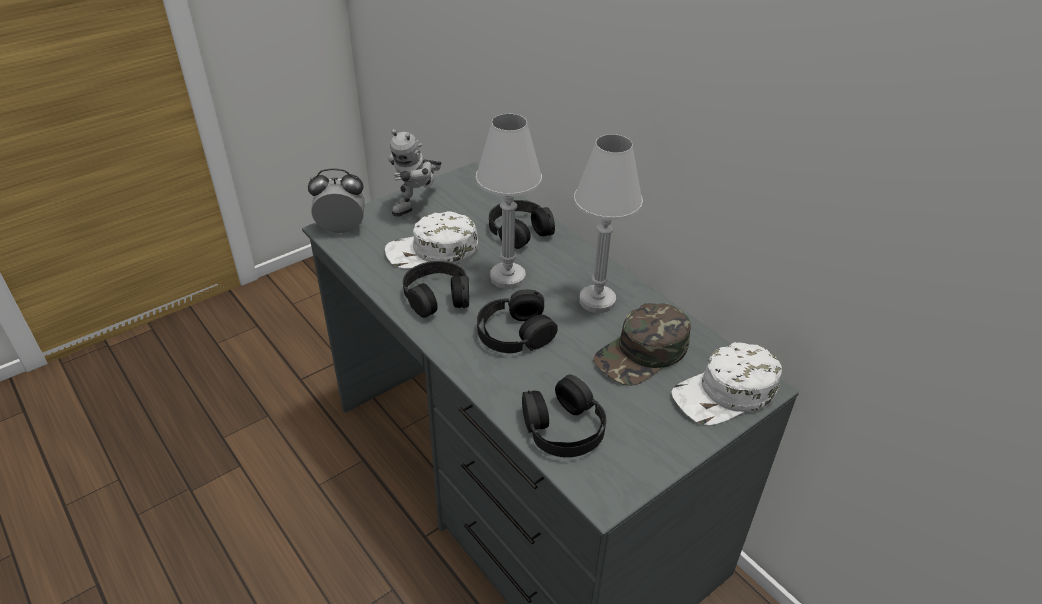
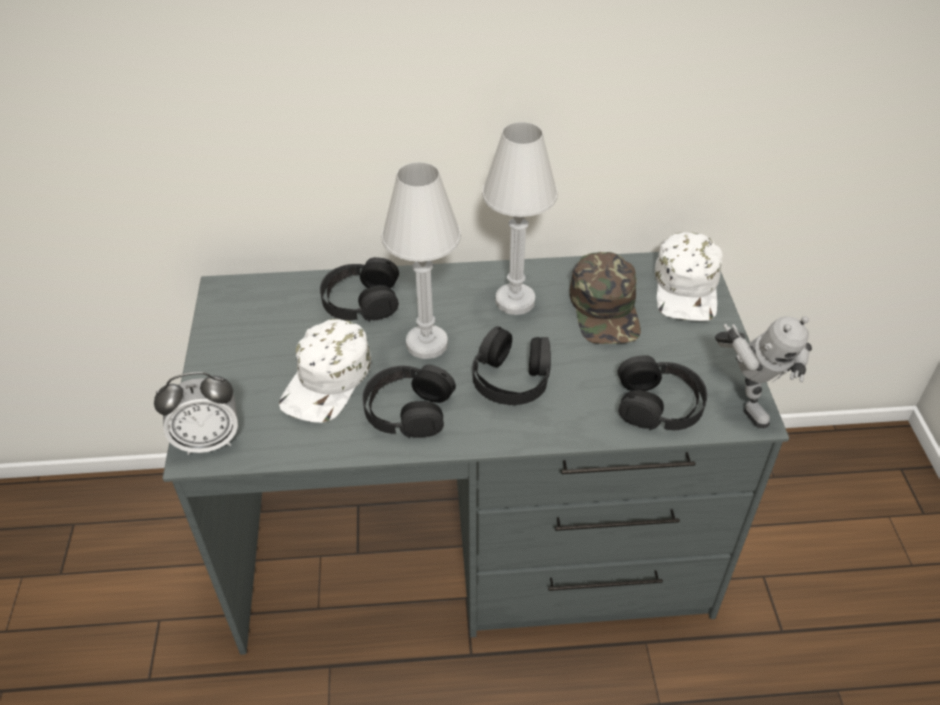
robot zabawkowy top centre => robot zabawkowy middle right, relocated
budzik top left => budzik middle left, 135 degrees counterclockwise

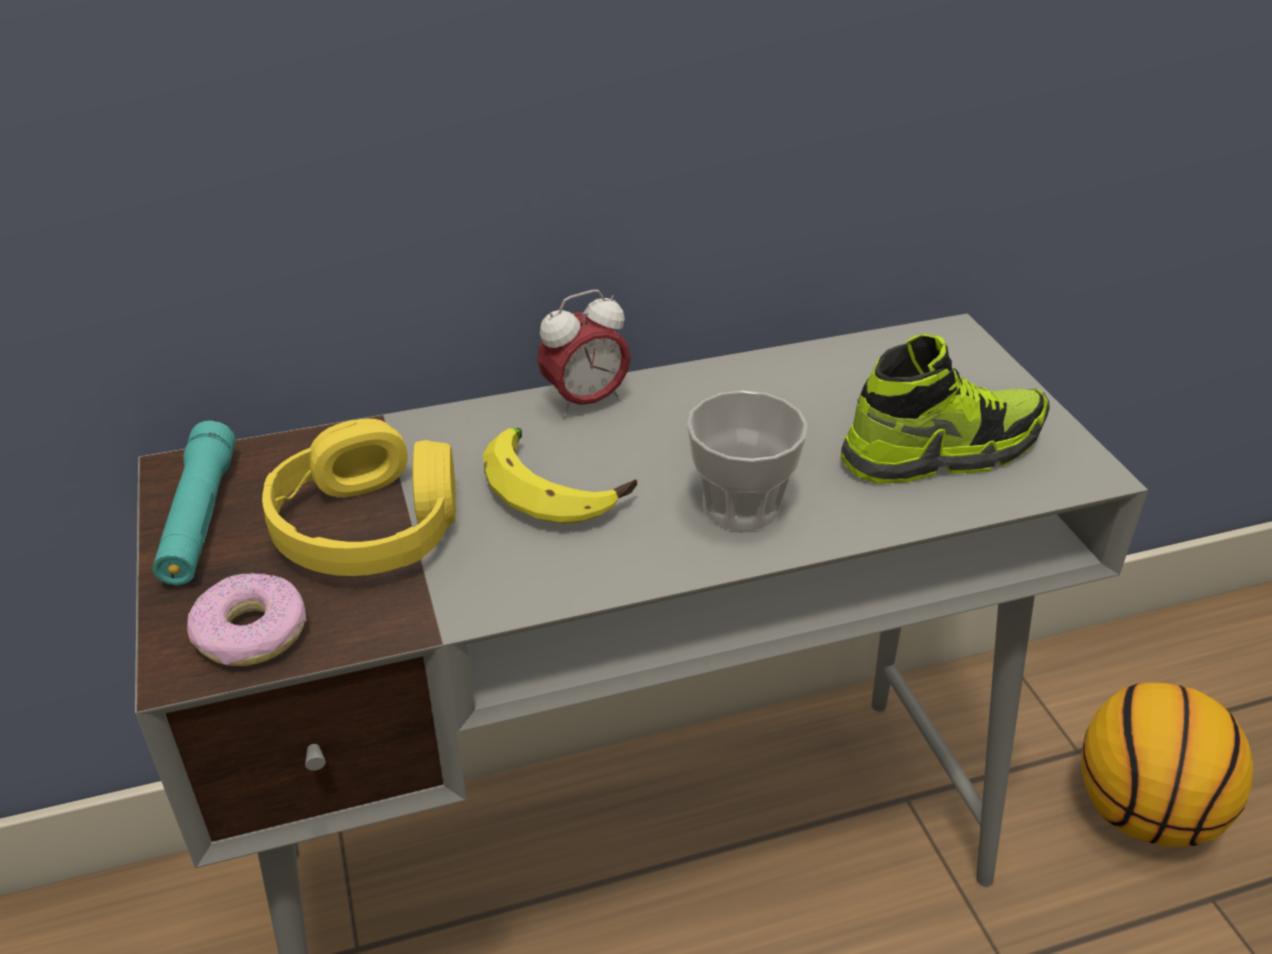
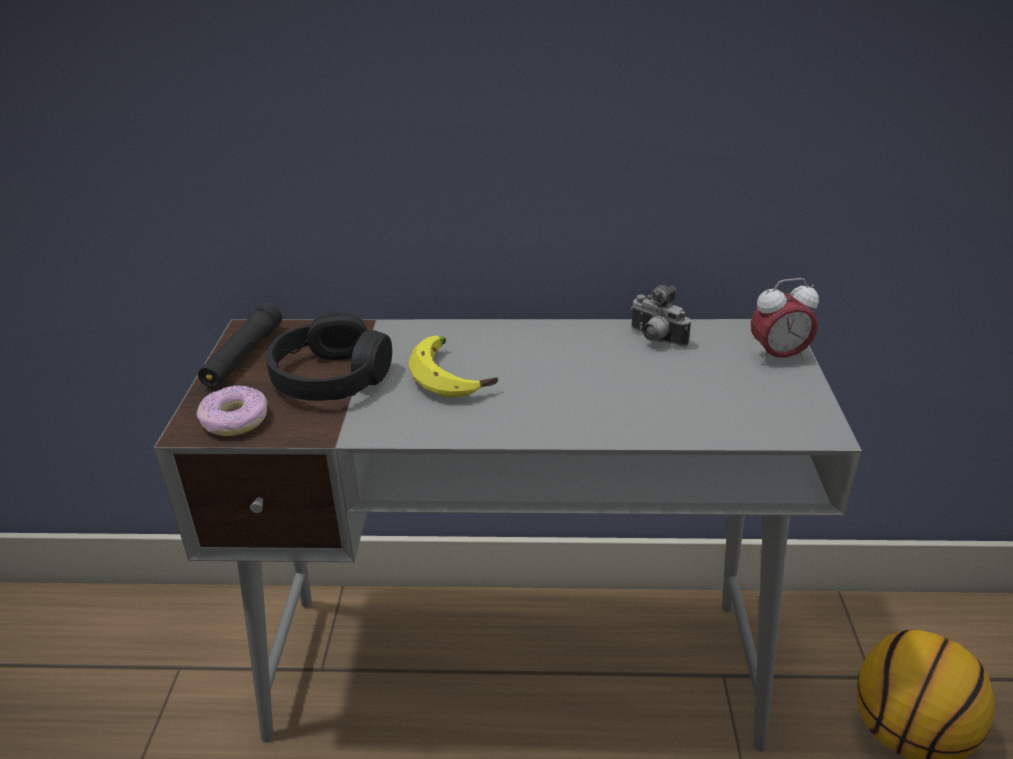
budzik centre => budzik middle right, relocated
but middle right => nothing
filiżanka centre => nothing
słuchawki/żółty middle left => słuchawki/czarny middle left
latarka/turkusowy middle left => latarka/czarny middle left
nothing => aparat fotograficzny centre

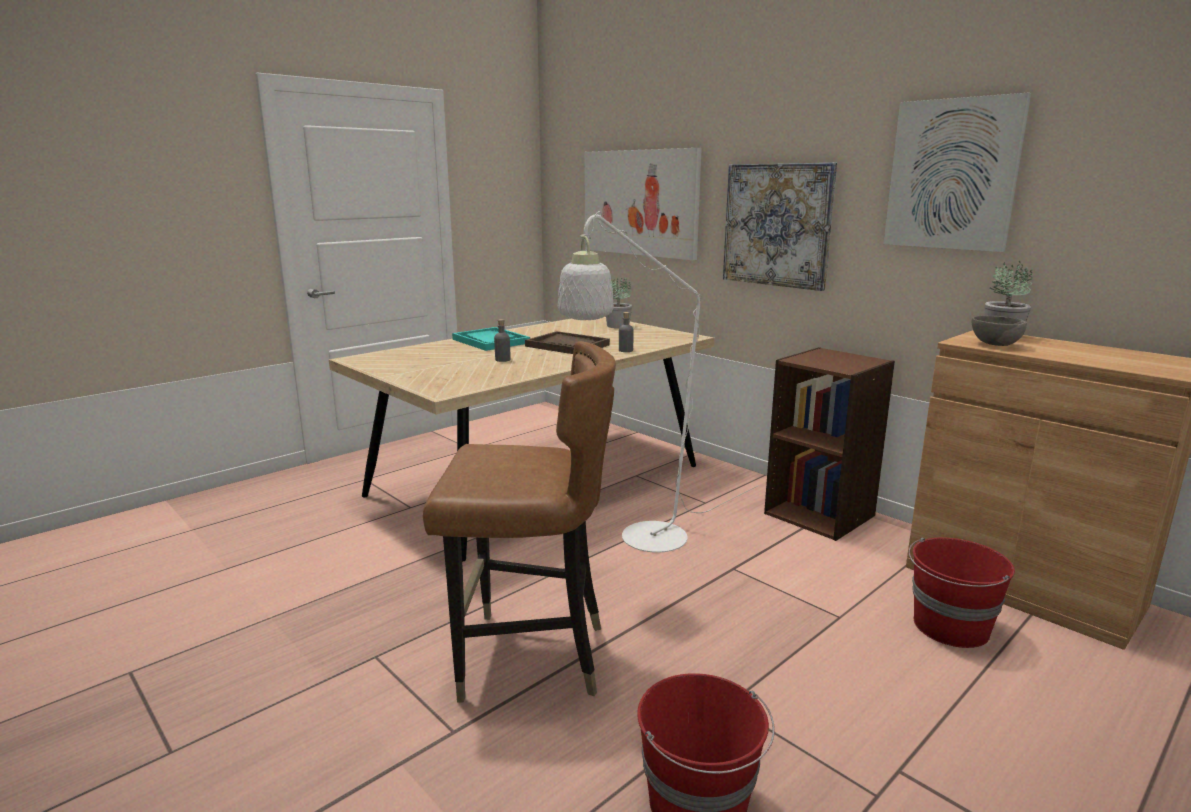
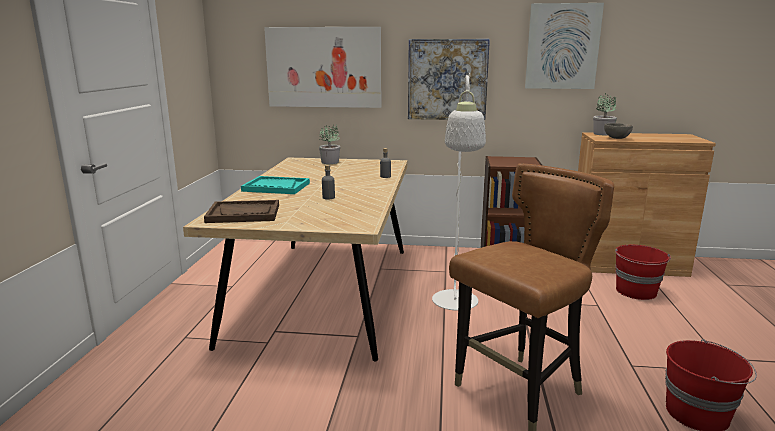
taca/brązowy centre => taca/brązowy middle left, relocated

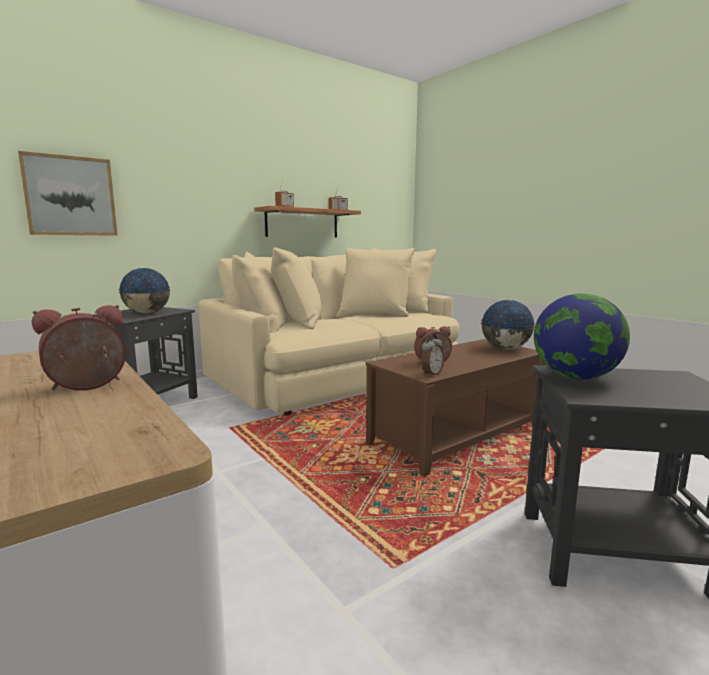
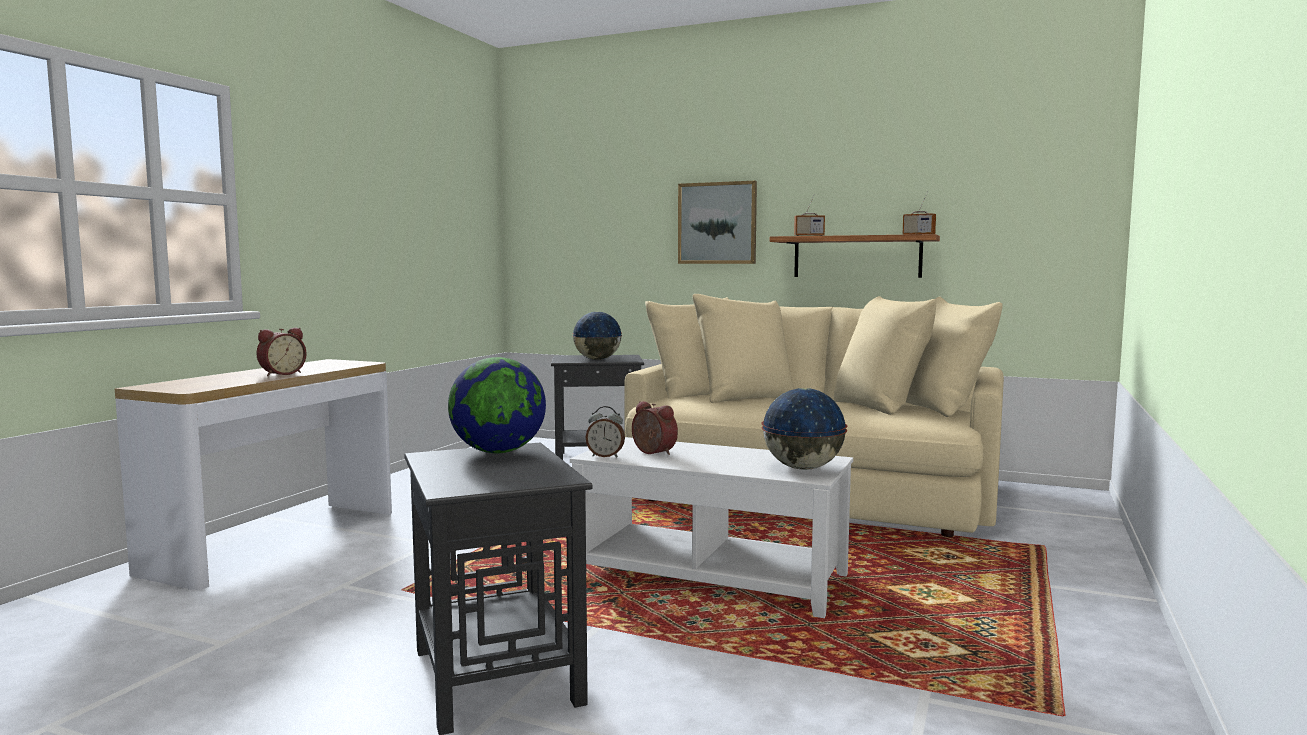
obraz top left => obraz top centre, relocated
budzik (no. 1 from left) middle left, 105 degrees clockwise
ława/brązowy centre => ława/biały bottom centre

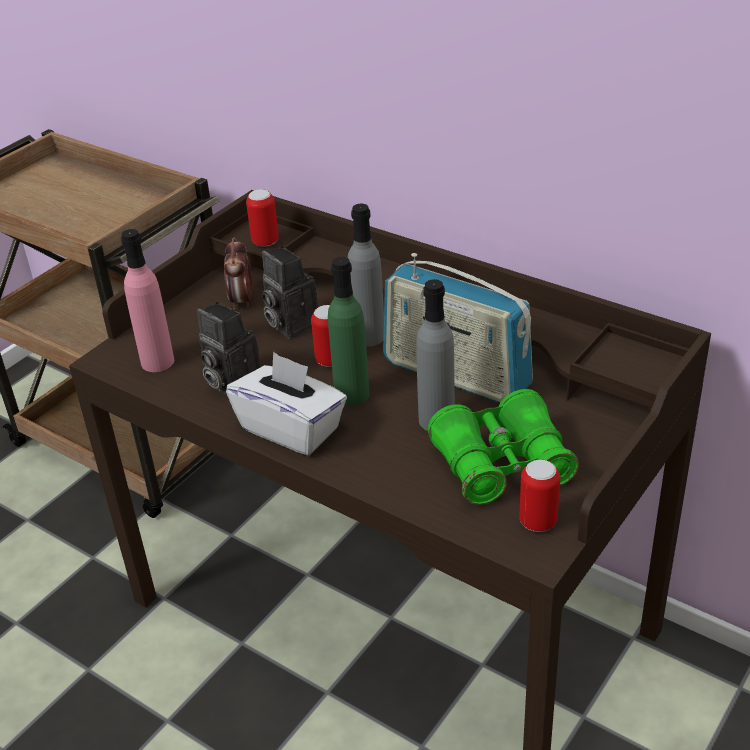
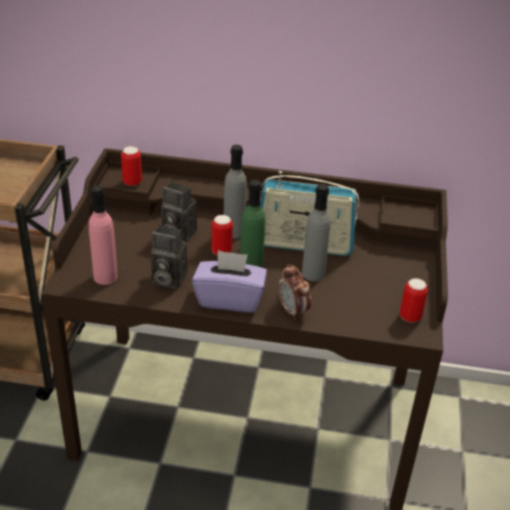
budzik middle left => budzik centre, relocated
pudełko chusteczek/biały centre => pudełko chusteczek/fioletowy centre
lornetka/zielony middle right => nothing

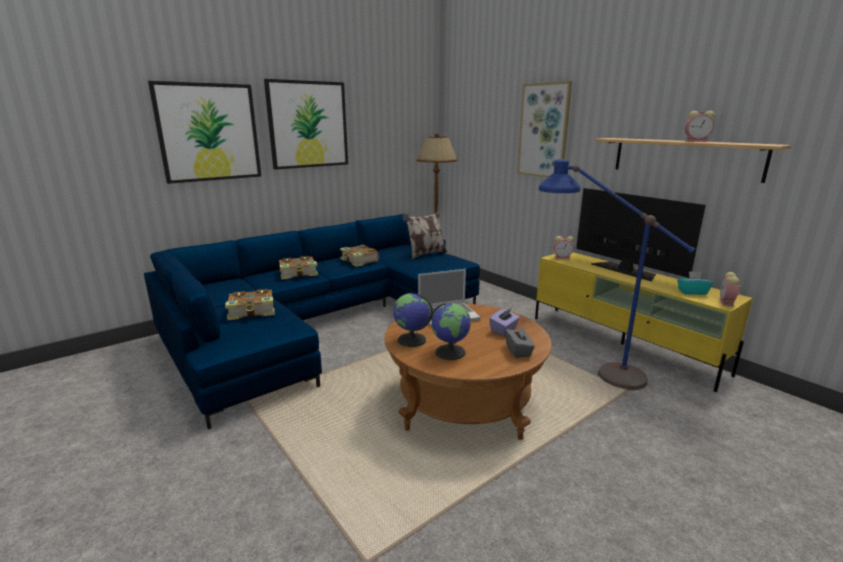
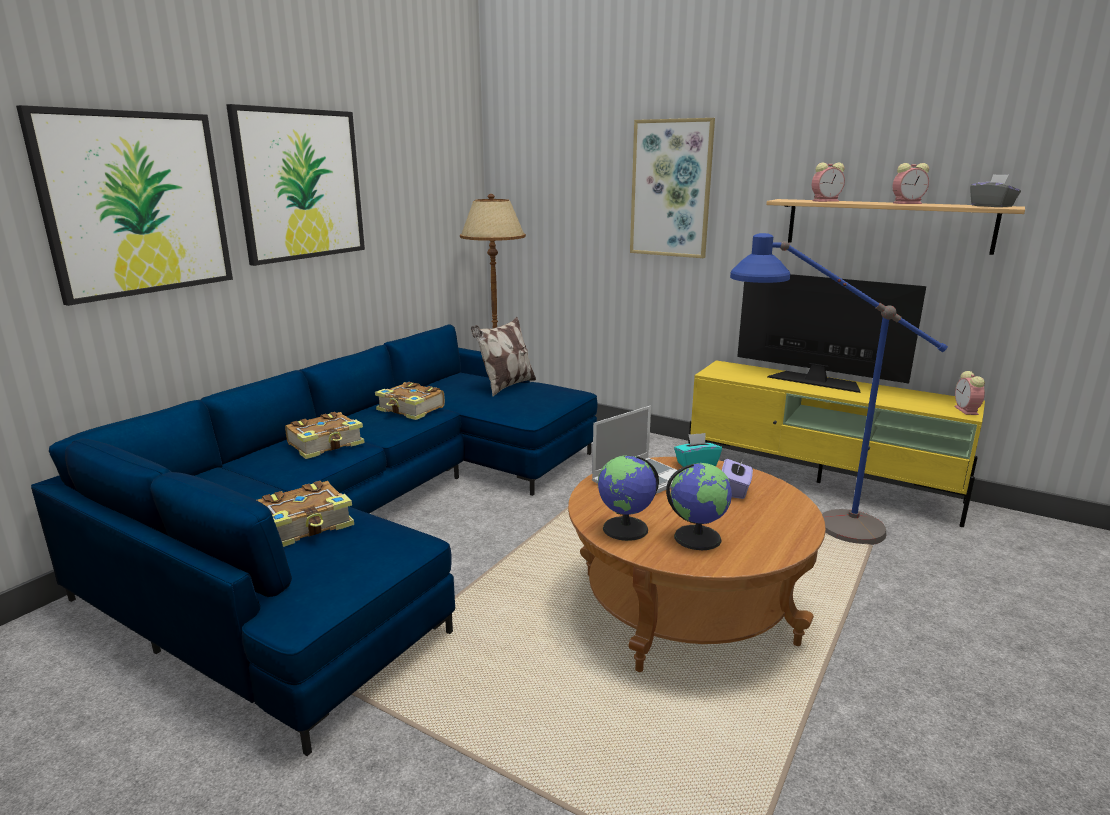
budzik (no. 1 from left) middle right => budzik (no. 1 from left) top right, relocated
pudełko chusteczek/turkusowy middle right => pudełko chusteczek/turkusowy centre, relocated
pudełko chusteczek/szary centre => pudełko chusteczek/szary top right, relocated

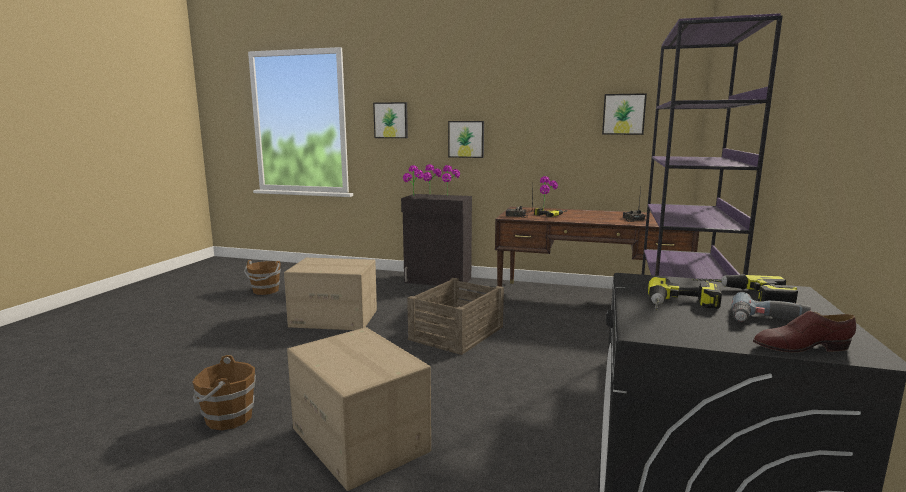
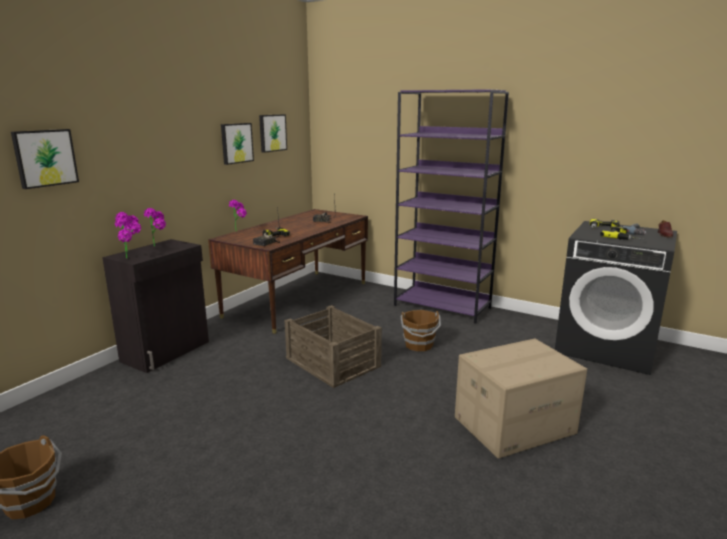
obraz (no. 2 from left) top centre => obraz (no. 2 from left) top left, relocated
karton (no. 1 from left) centre => nothing
wiadro/brązowy (no. 1 from left in the first image) bottom left => wiadro/brązowy (no. 2 from left) centre, relocated

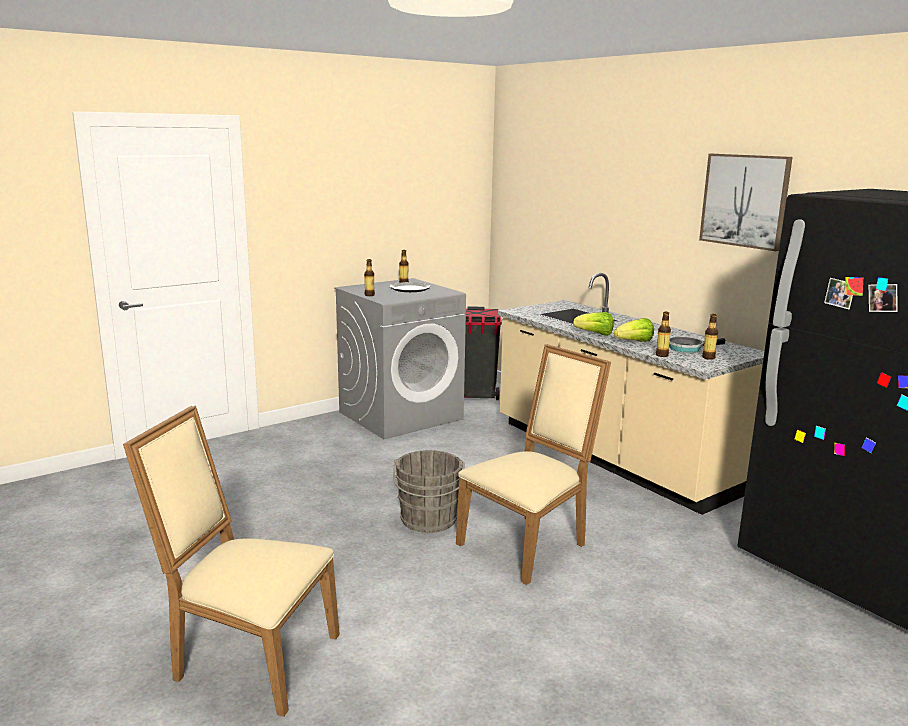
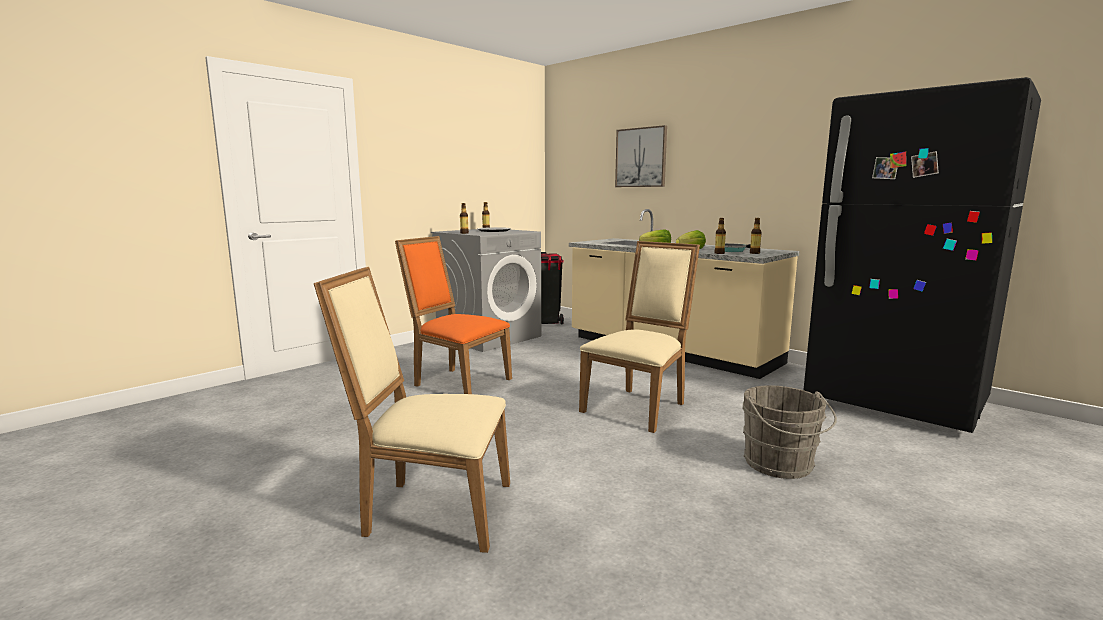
obraz top right => obraz top centre, relocated
wiadro/szary bottom centre => wiadro/szary bottom right, relocated
nothing => krzesło/pomarańczowy centre

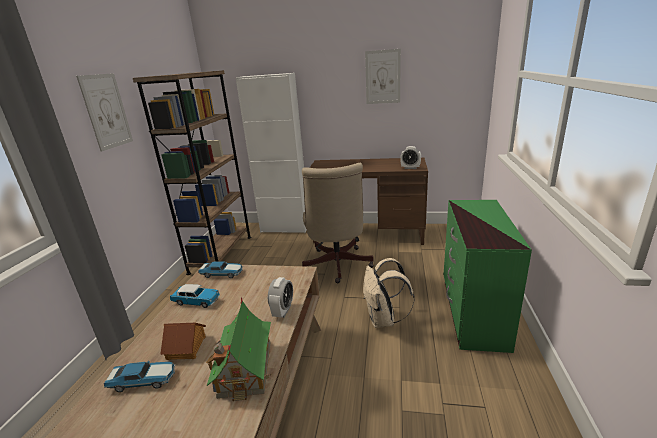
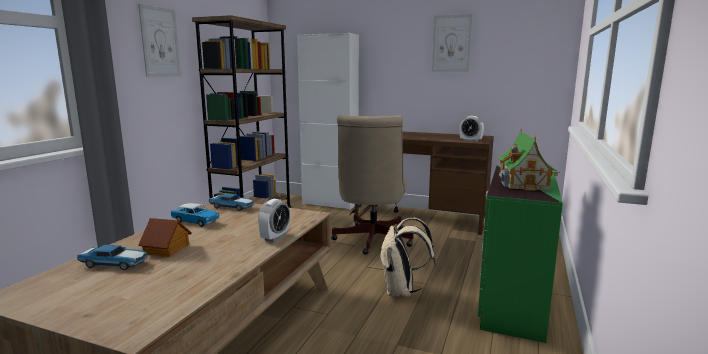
domek (no. 2 from left) bottom centre => domek (no. 2 from left) middle right, relocated

